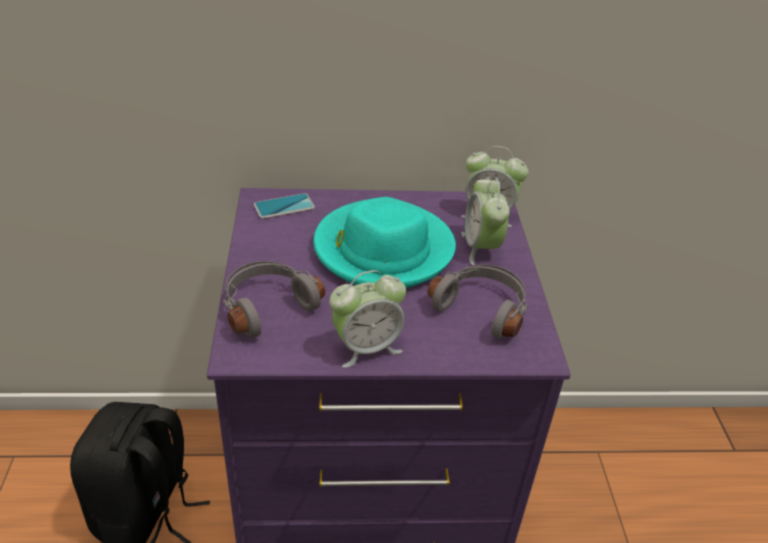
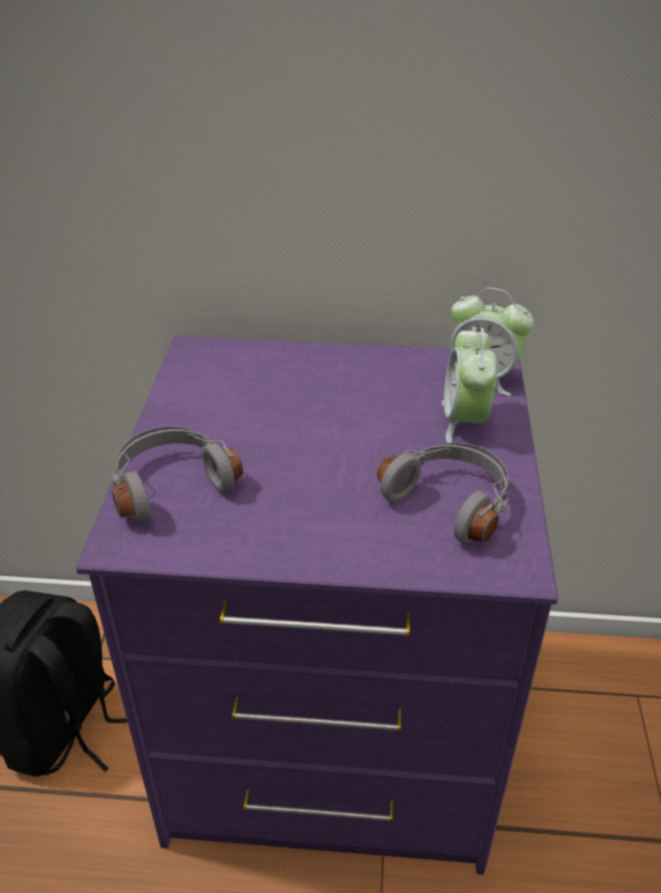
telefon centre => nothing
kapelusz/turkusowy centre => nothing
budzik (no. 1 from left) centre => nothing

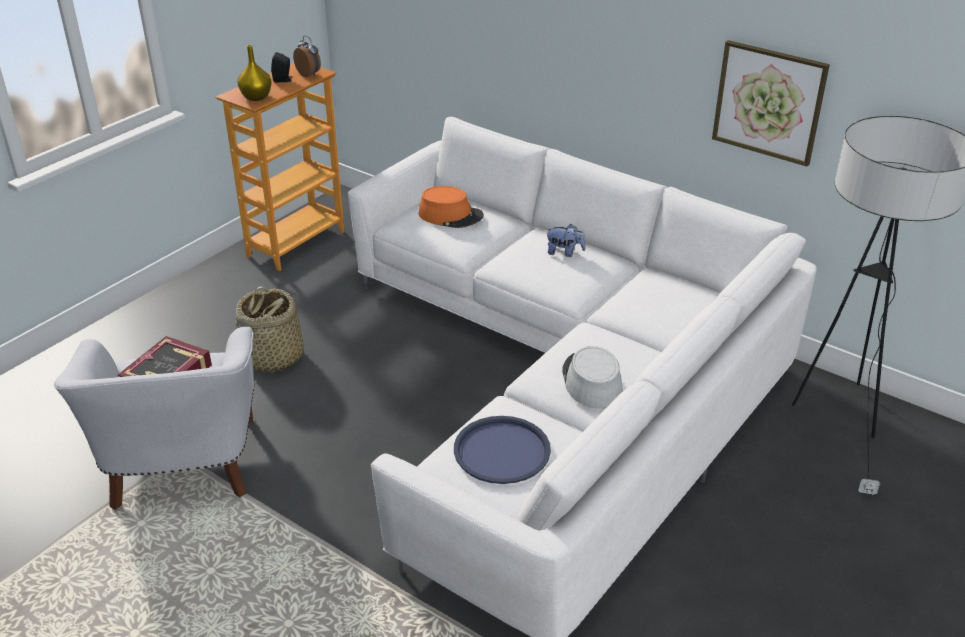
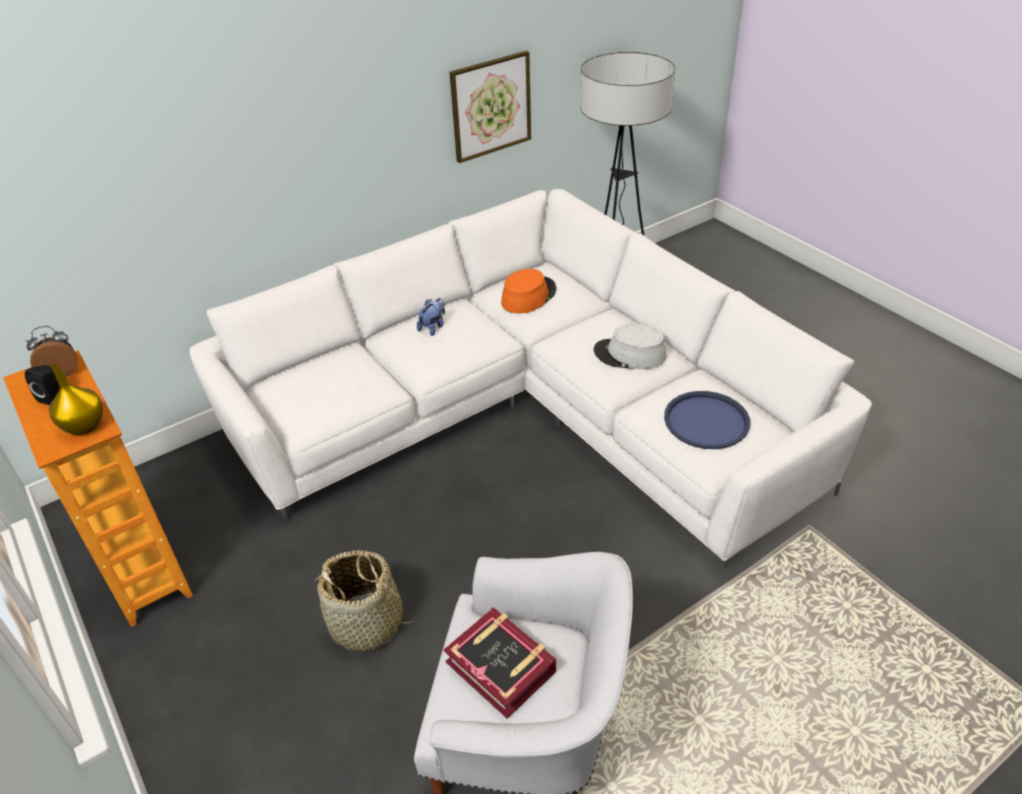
kapelusz/pomarańczowy top centre => kapelusz/pomarańczowy centre, relocated

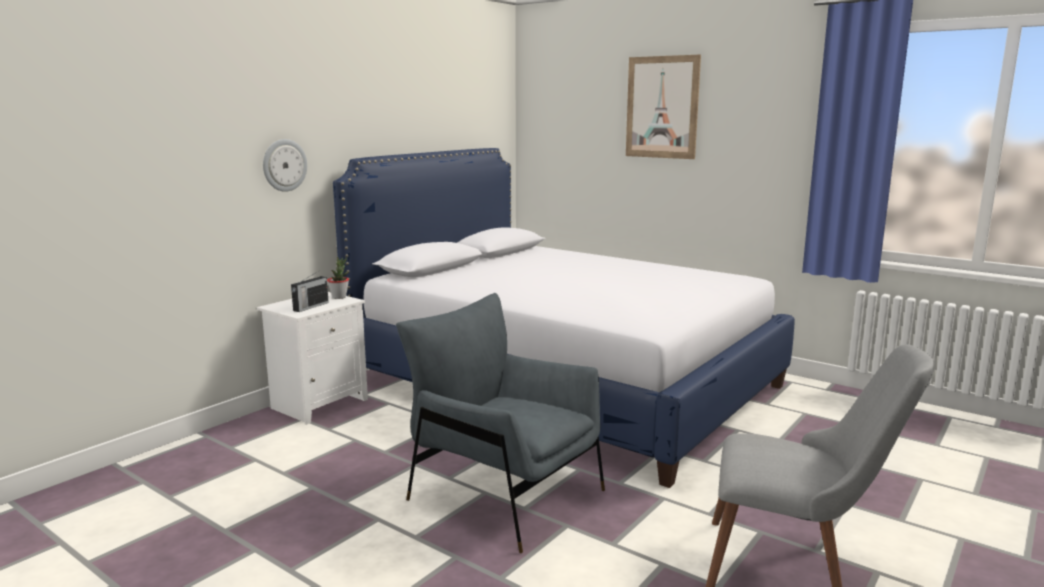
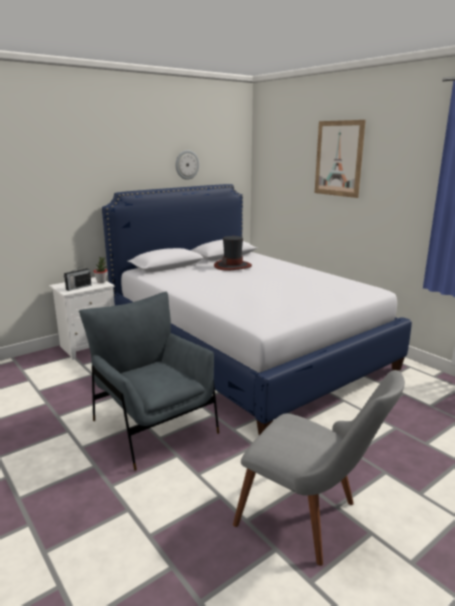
zegar ścienny top left => zegar ścienny top centre, relocated
nothing => kapelusz centre

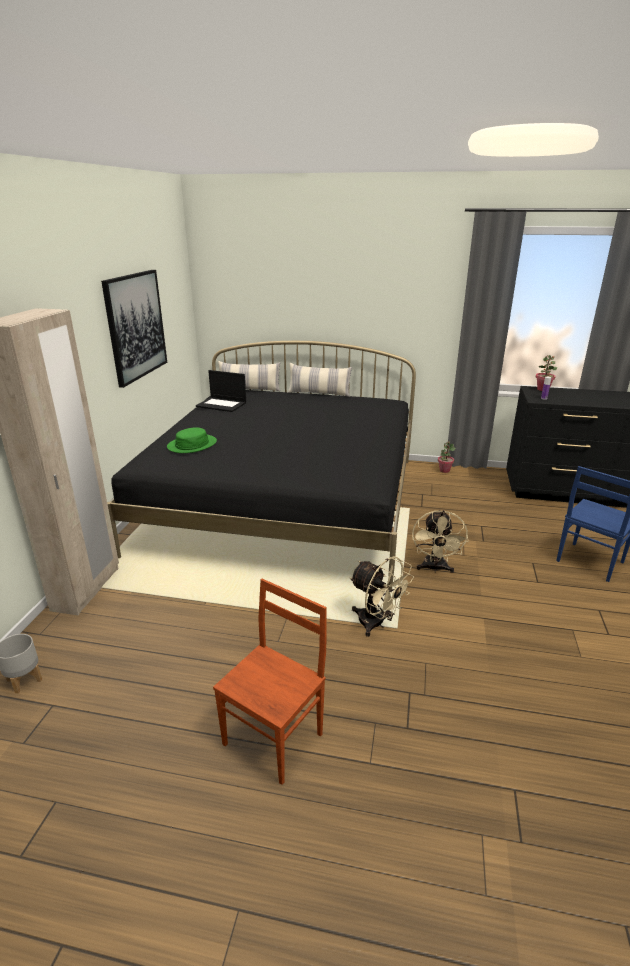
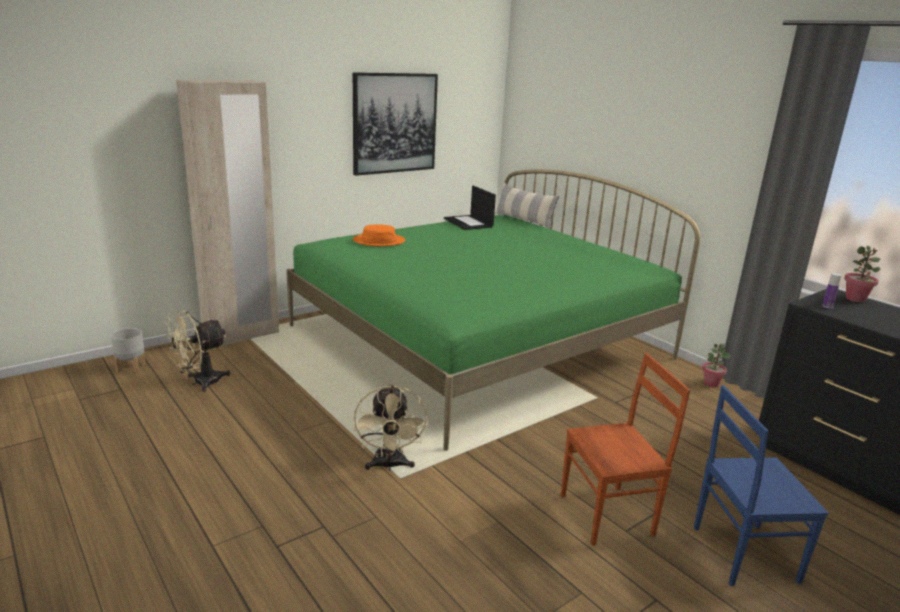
łóżko/czarny centre => łóżko/zielony centre
poduszka (no. 2 from left) centre => nothing
kapelusz/zielony middle left => kapelusz/pomarańczowy centre
wentylator/beżowy (no. 2 from left in the first image) middle right => wentylator/beżowy (no. 1 from left) middle left, relocated
krzesło/brązowy bottom centre => krzesło/brązowy bottom right, relocated

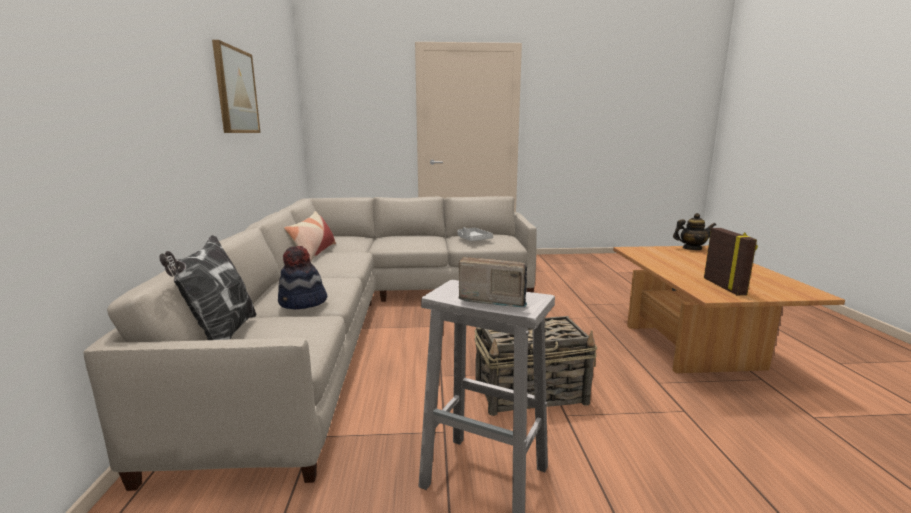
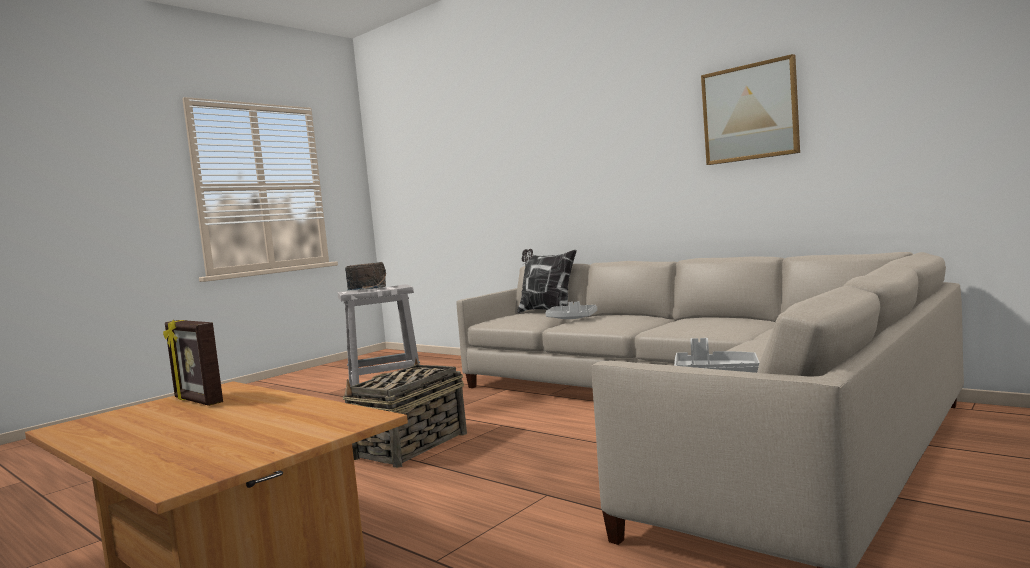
poduszka (no. 2 from left) centre => nothing
imbryk middle right => nothing
kapelusz middle left => taca/szary (no. 1 from left) centre

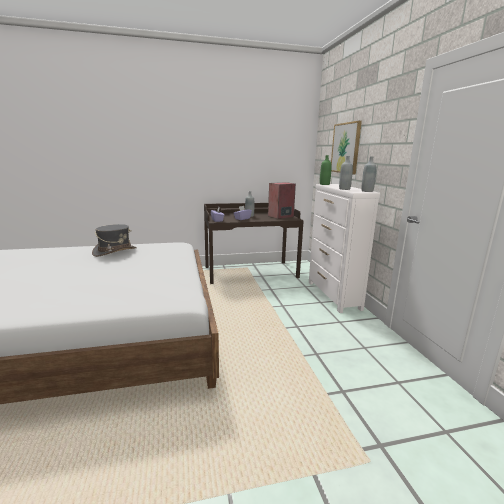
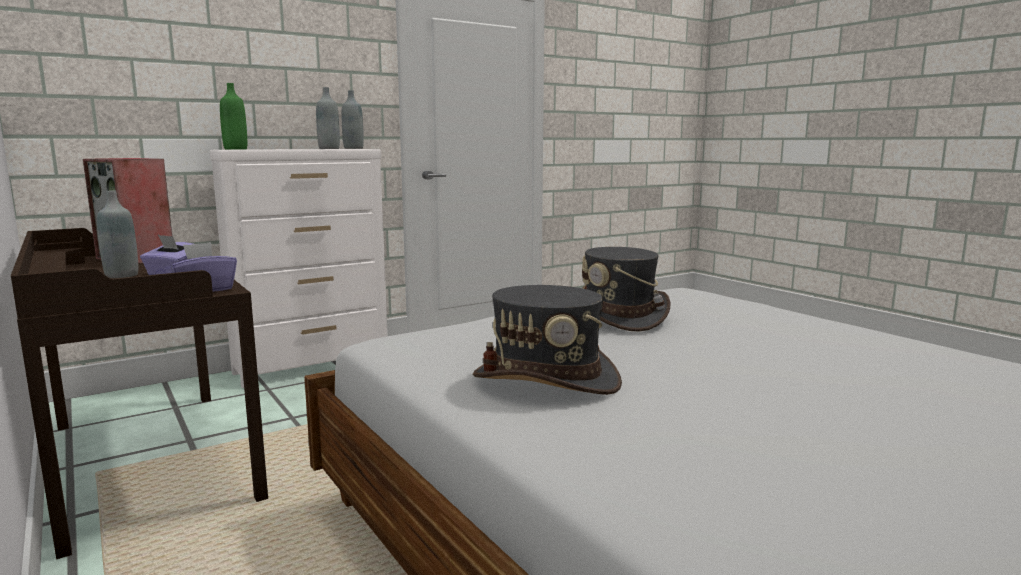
obraz top right => nothing
nothing => kapelusz/szary (no. 2 from left) centre

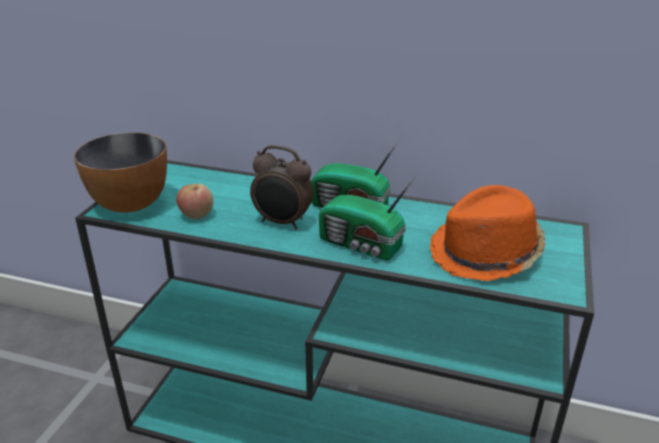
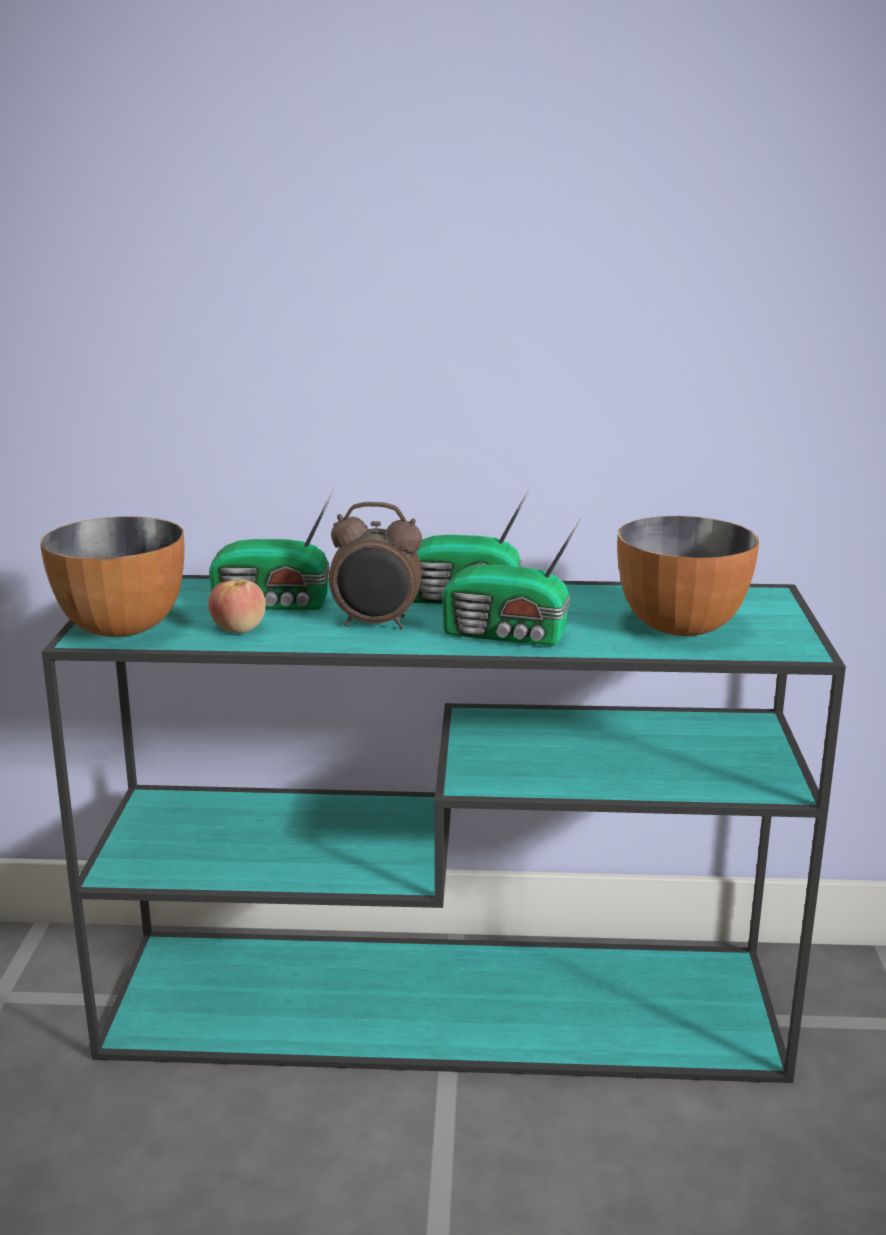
kapelusz/pomarańczowy middle right => miska (no. 2 from left) middle right
nothing => radio (no. 1 from left) middle left

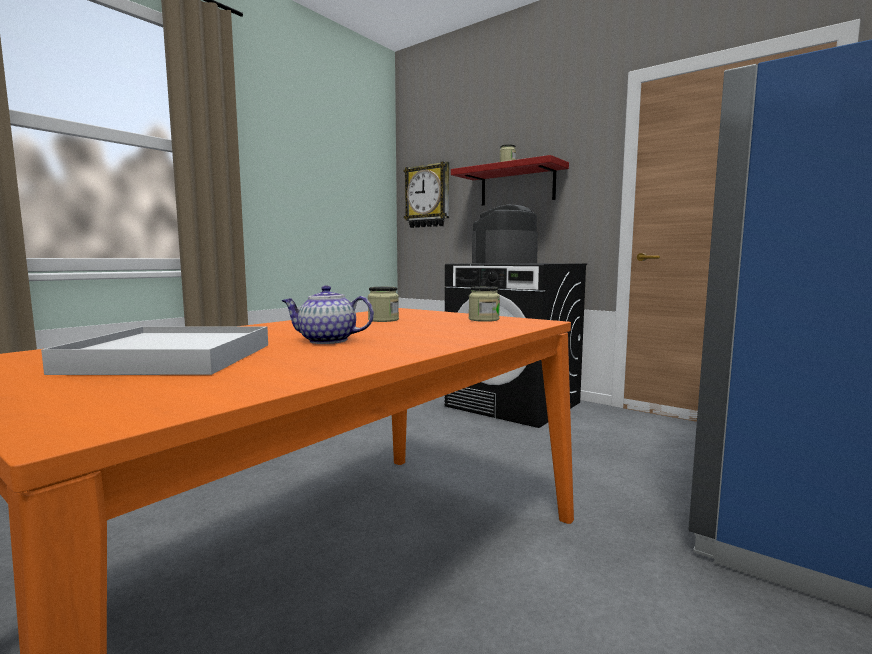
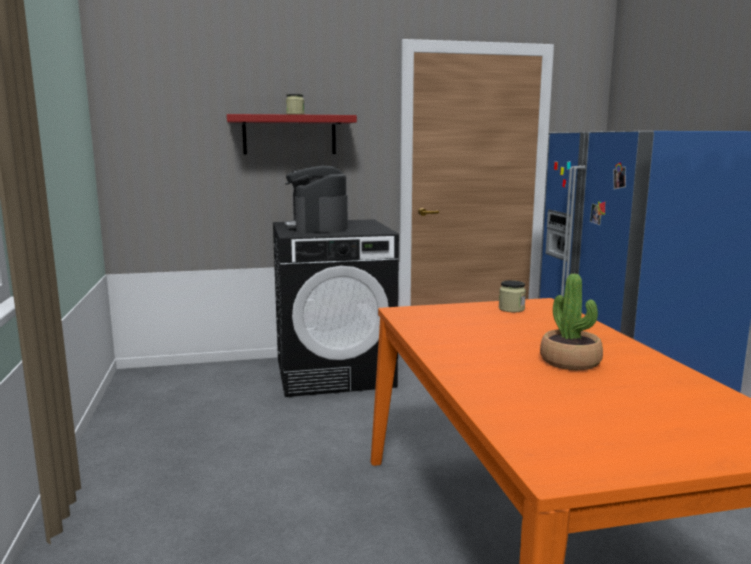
zegar ścienny top centre => nothing
imbryk centre => roślina doniczkowa middle right
słoik (no. 1 from left) centre => nothing
taca/biały middle left => nothing

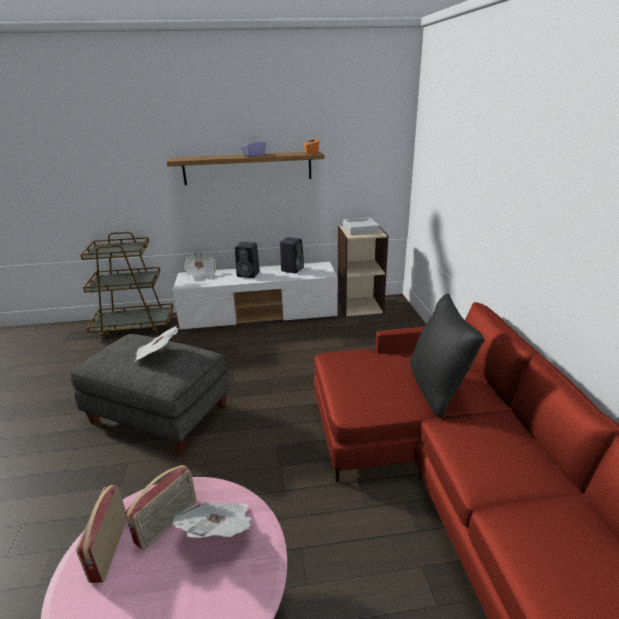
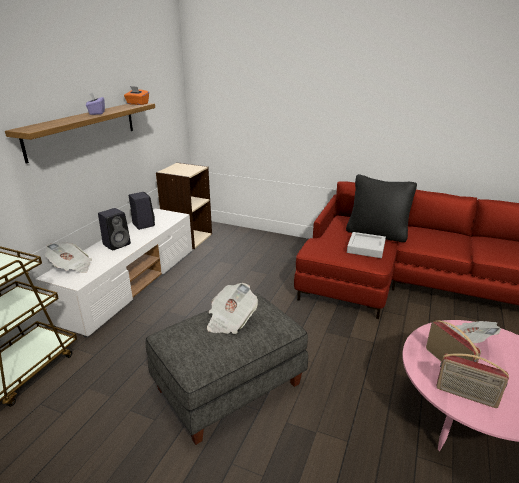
taca/szary centre => taca/szary middle right, relocated

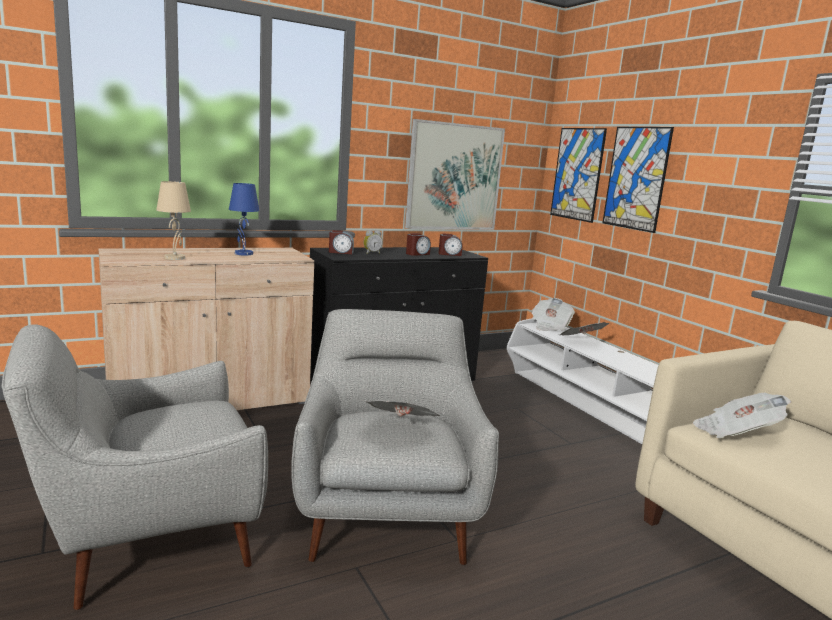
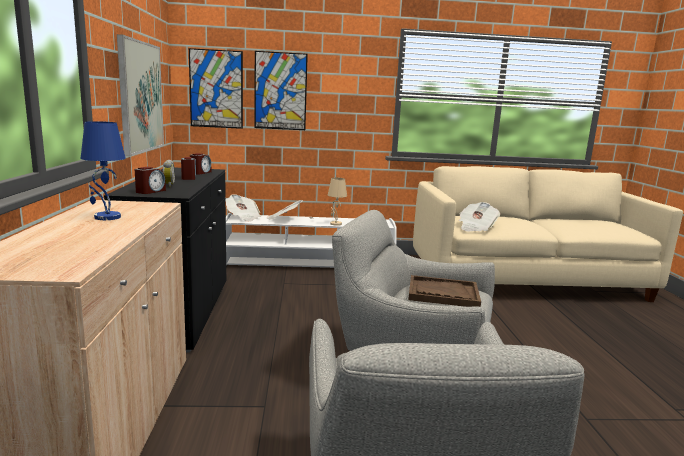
lampa stołowa/beżowy middle left => lampa stołowa/beżowy centre, relocated
gazeta (no. 1 from left) centre => taca/brązowy centre

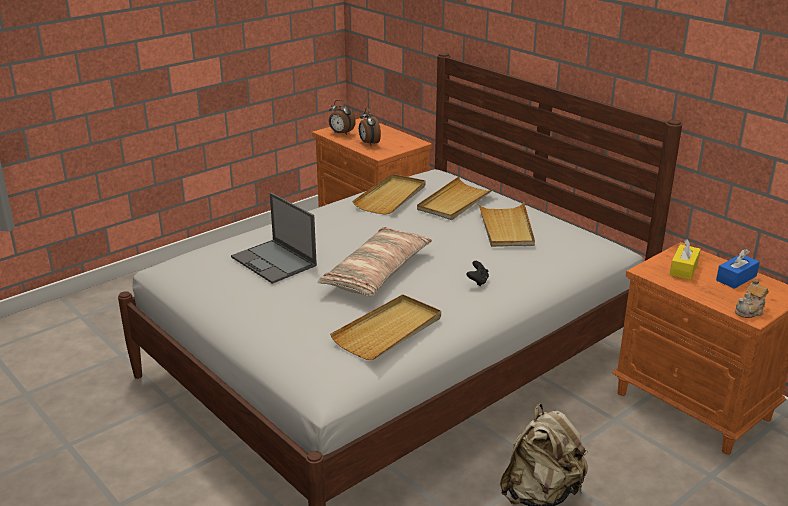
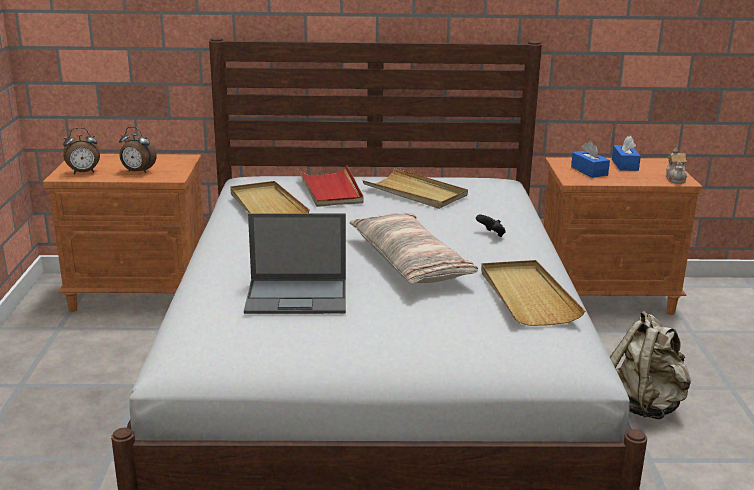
taca/beżowy (no. 3 from left) centre => taca/czerwony centre
pudełko chusteczek/żółty middle right => pudełko chusteczek/niebieski (no. 1 from left) top right

